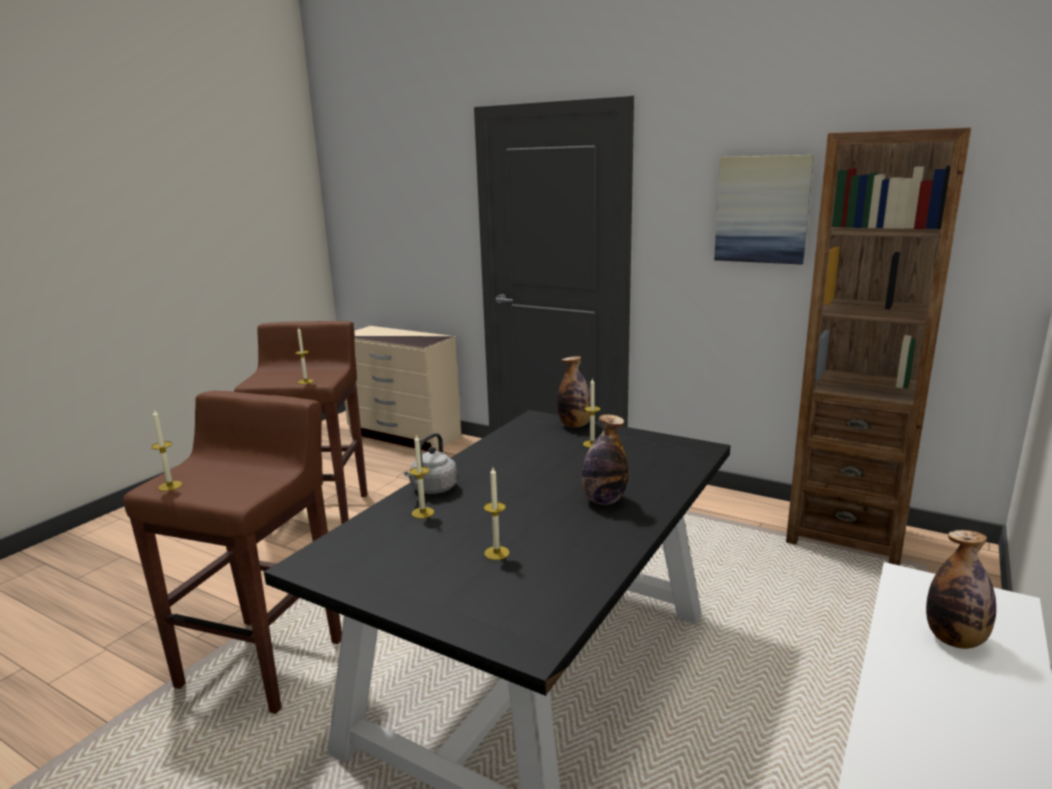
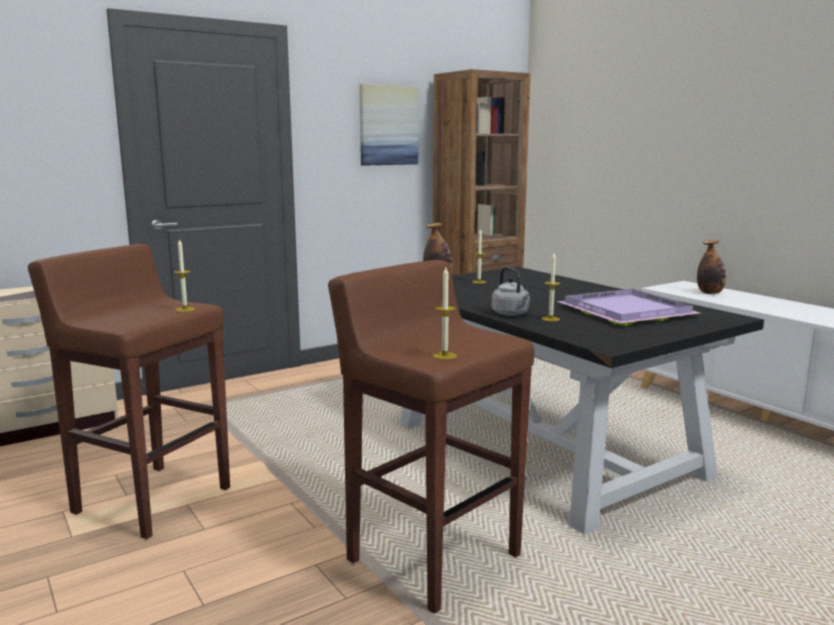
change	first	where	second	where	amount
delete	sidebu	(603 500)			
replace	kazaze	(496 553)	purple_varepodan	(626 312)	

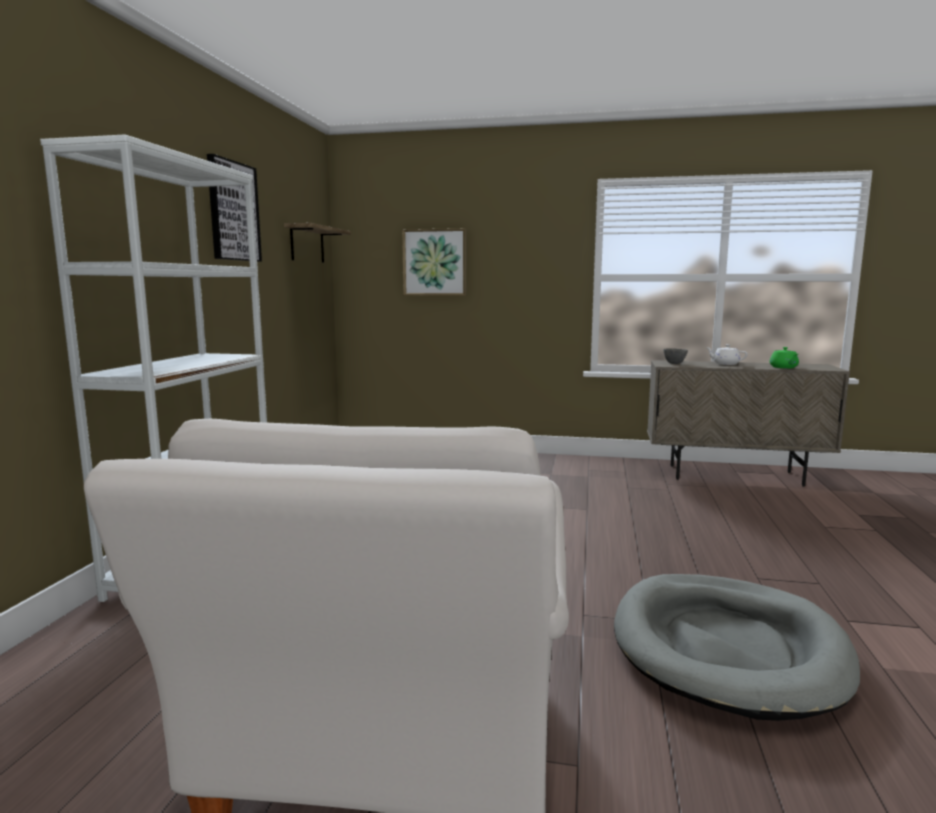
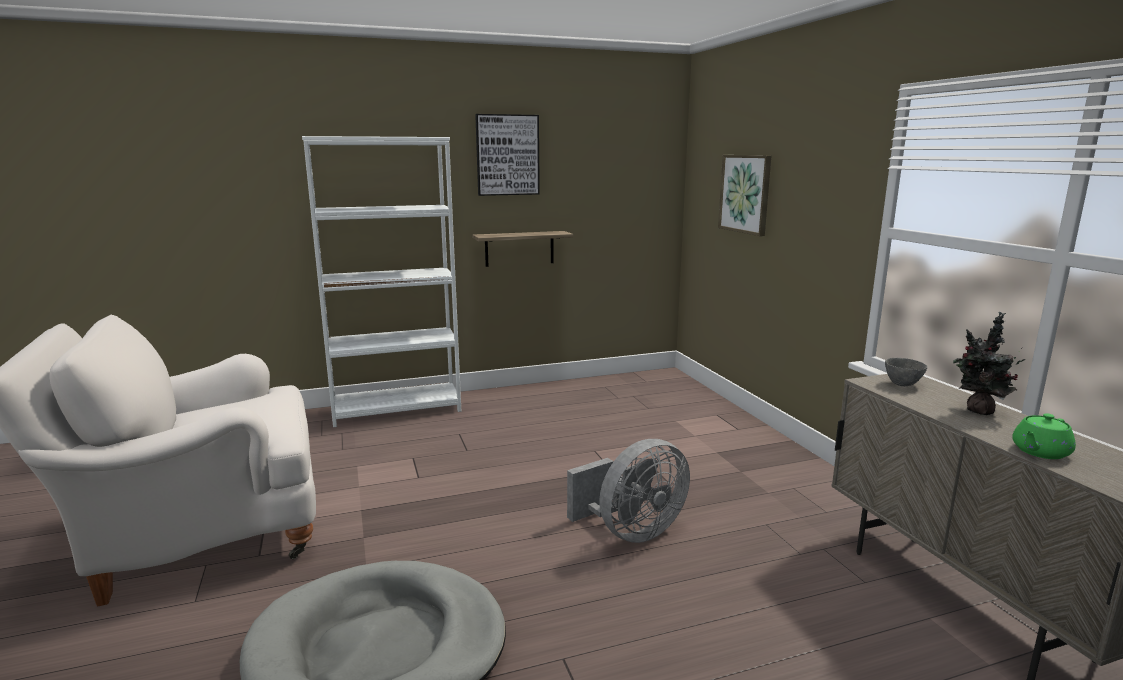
change	first	where	second	where	amount
move	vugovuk	(307 244)		(519 248)	
replace	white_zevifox	(725 364)	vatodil	(978 411)	
insert			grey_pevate	(632 532)	

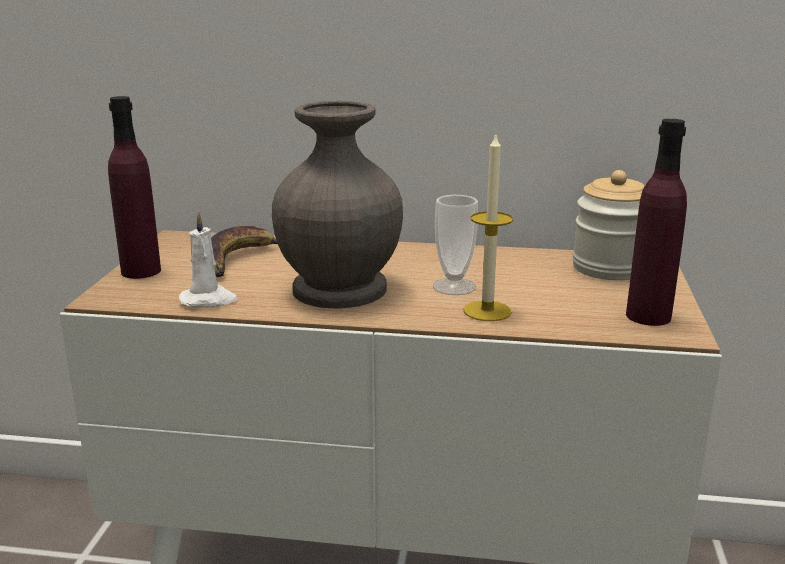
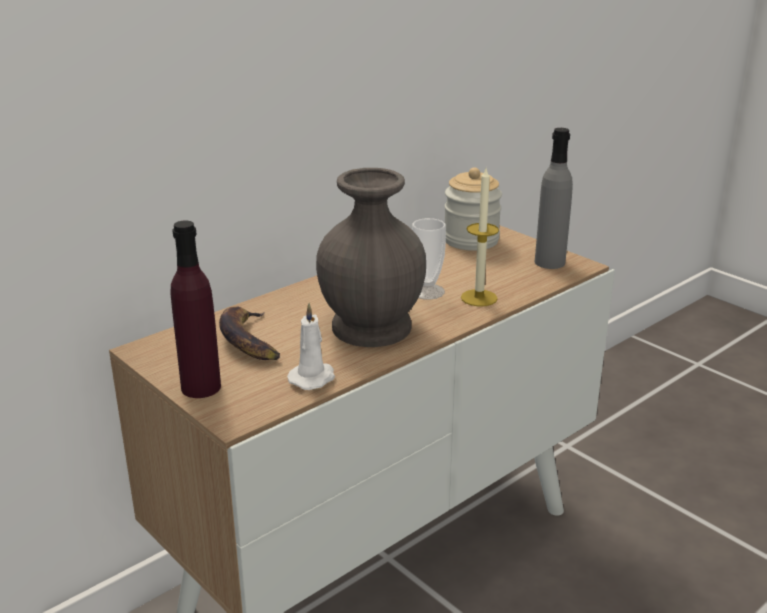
change	first	where	second	where	amount
recolor	purple_sidebu	(648 316)	grey_sidebu	(549 262)	

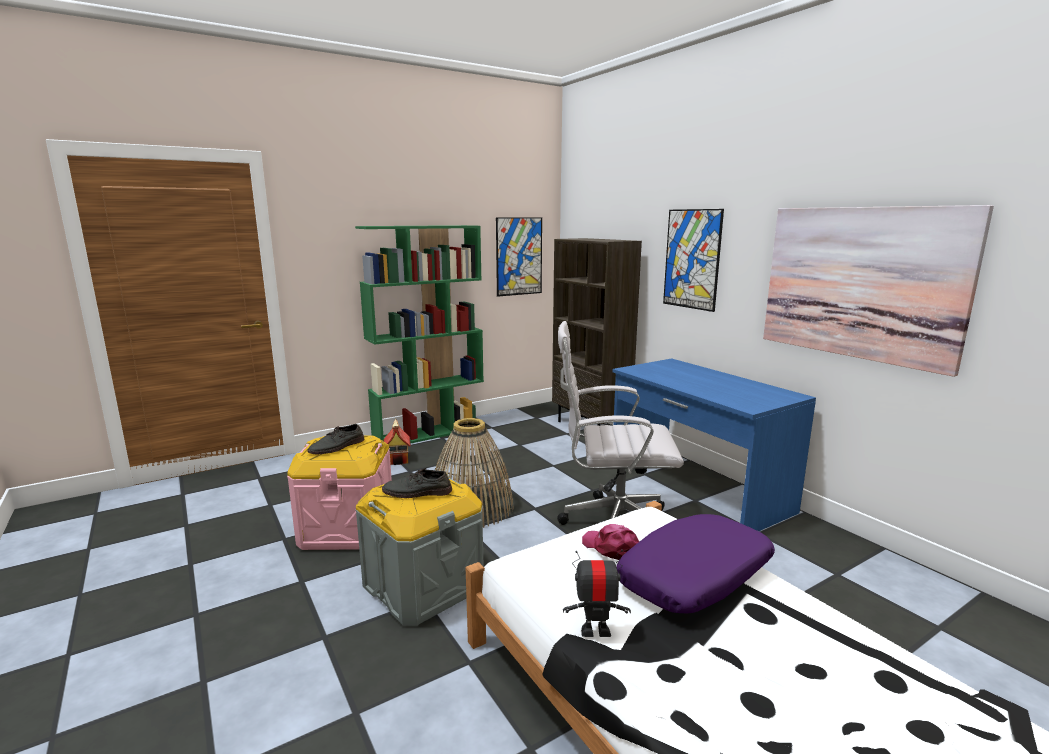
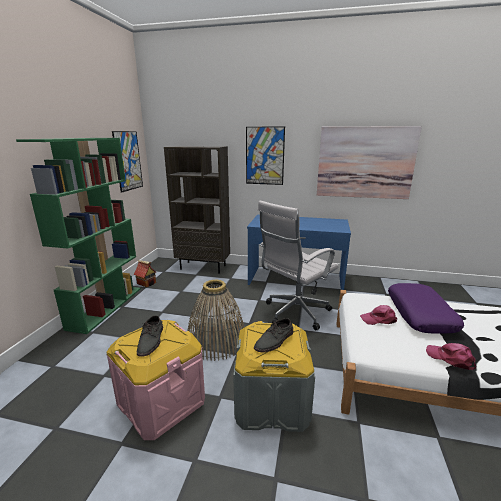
change	first	where	second	where	amount
move	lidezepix	(398 459)		(147 283)	
replace	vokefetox	(595 631)	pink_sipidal	(450 358)	

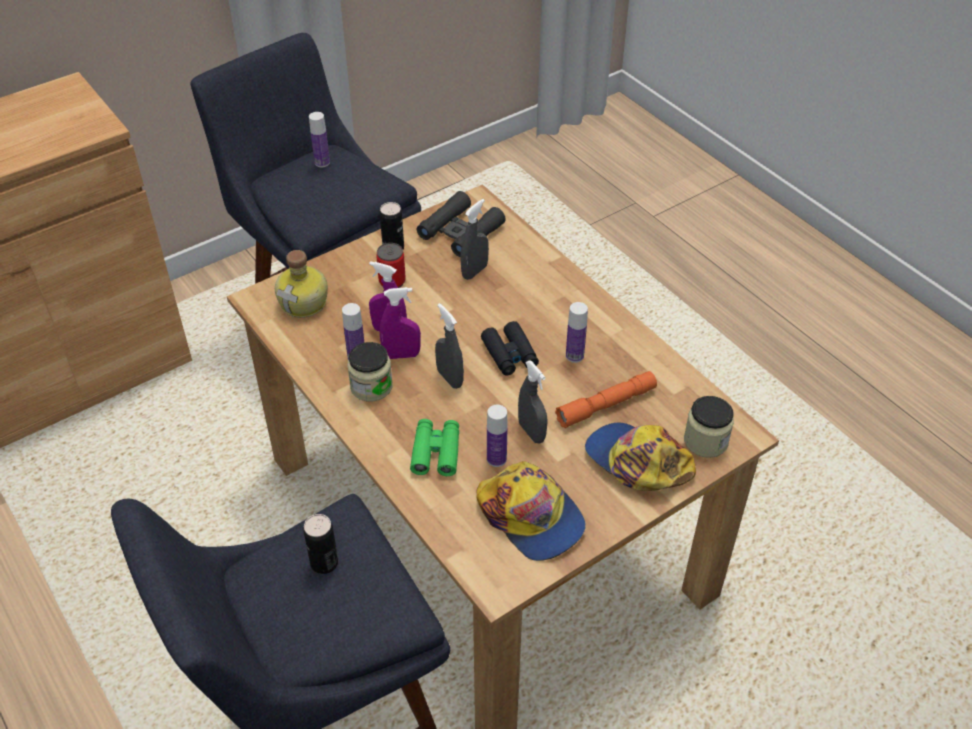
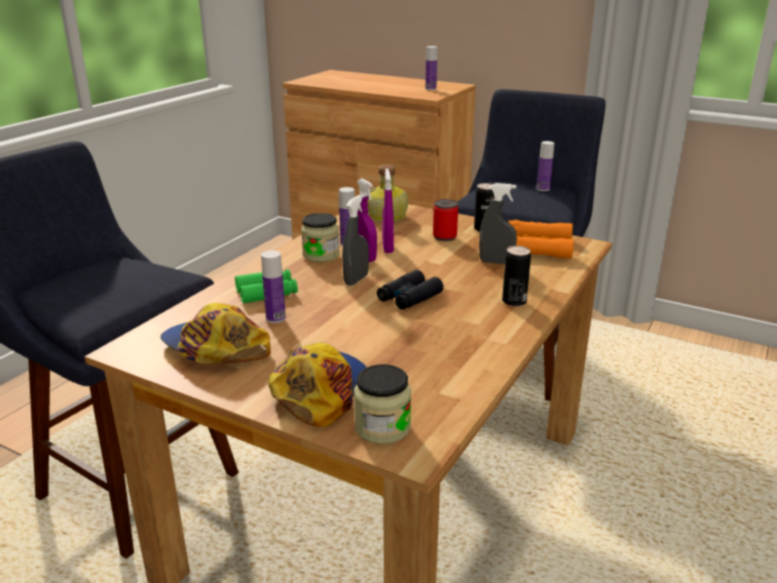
change	first	where	second	where	amount
recolor	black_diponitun	(460 231)	orange_diponitun	(538 247)	
move	sidebu	(574 356)		(430 89)	
delete	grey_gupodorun	(531 432)			
delete	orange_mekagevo	(606 405)			
rotate	sipidal	(531 517)		(214 348)	105 degrees clockwise
move	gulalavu	(324 563)		(514 301)	

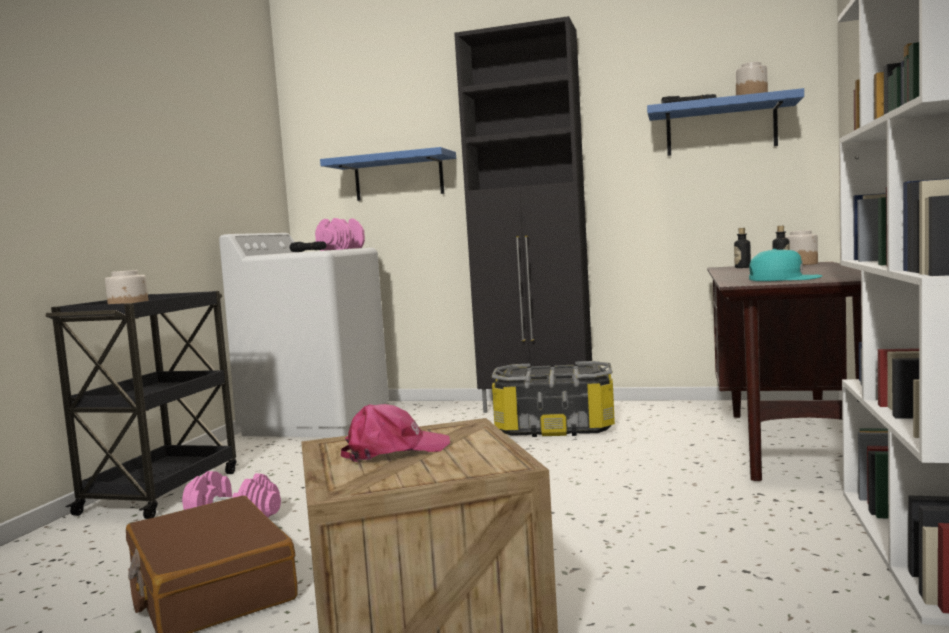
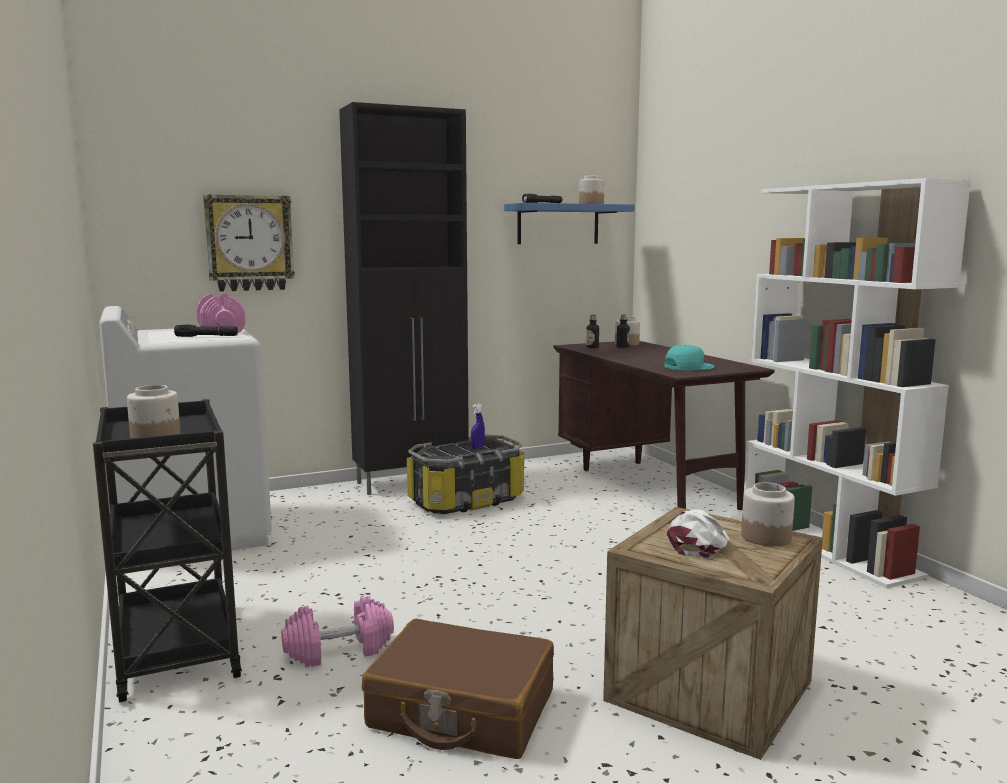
change	first	where	second	where	amount
replace	blue_vugovuk	(398 177)	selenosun	(249 243)	
recolor	pink_sipidal	(393 450)	white_sipidal	(699 544)	
insert			blue_gupodorun	(477 447)	
insert			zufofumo	(766 537)	

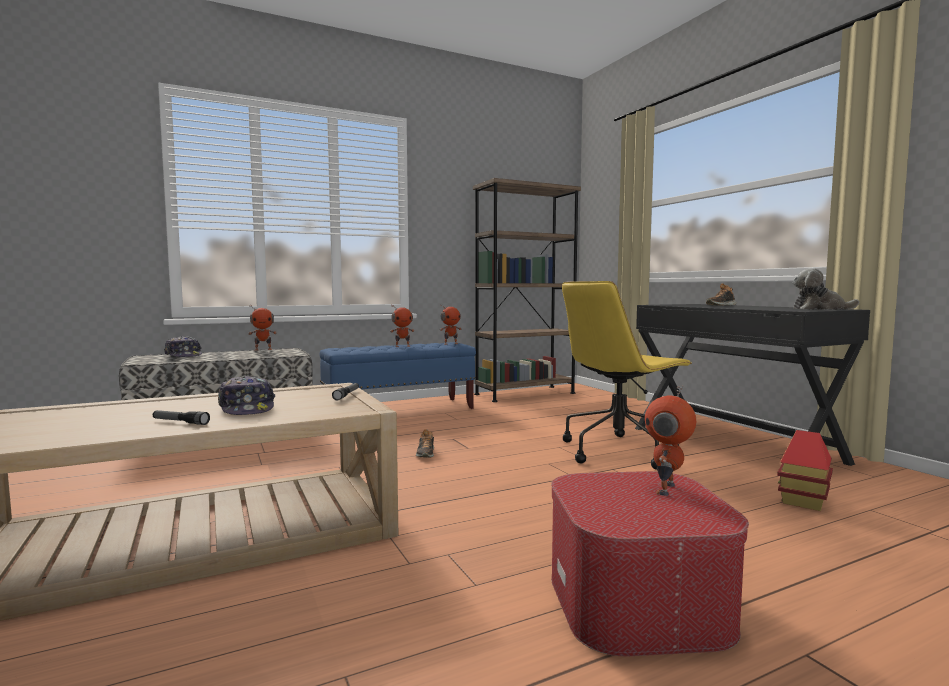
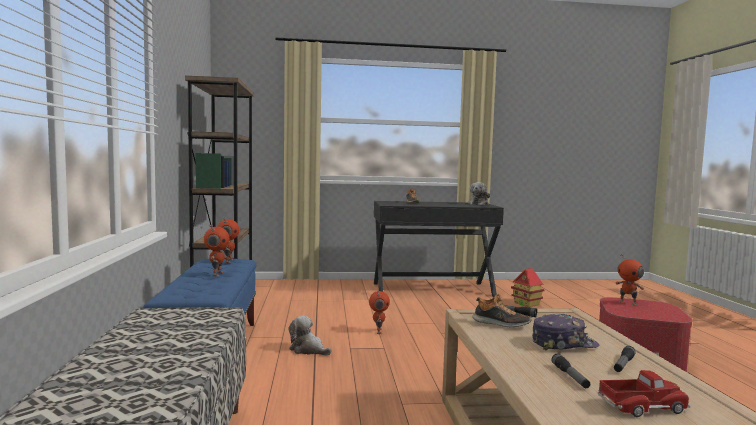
change	first	where	second	where	amount
delete	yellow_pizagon	(619 450)			
move	vokefetox	(263 349)		(378 331)	
delete	sipidal	(183 355)			
move	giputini	(425 453)		(500 323)	
insert			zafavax	(308 350)	
insert			mekagevo	(570 377)	
insert			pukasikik	(642 406)	

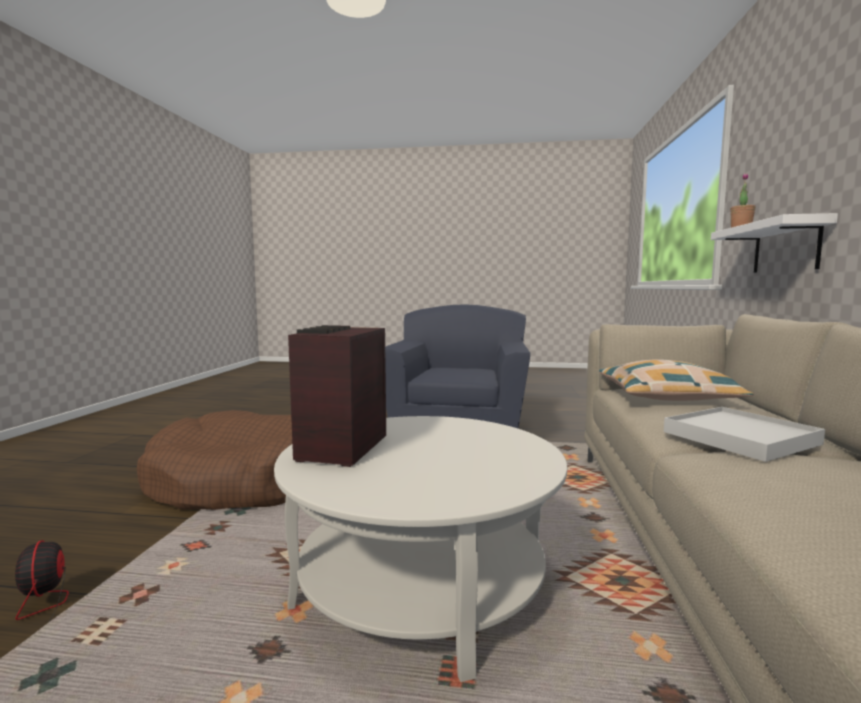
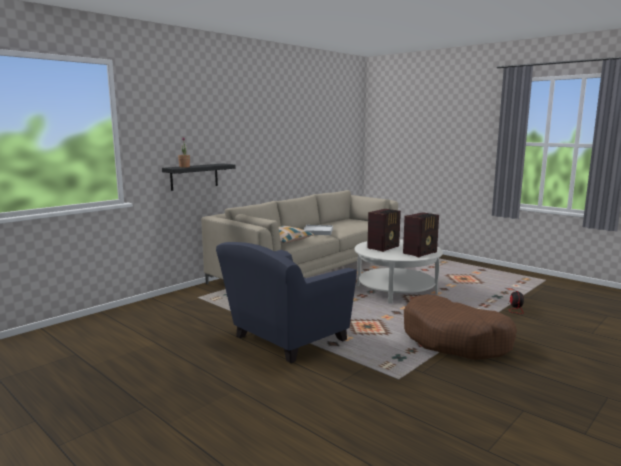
change	first	where	second	where	amount
recolor	white_vugovuk	(785 247)	black_vugovuk	(194 176)	
insert			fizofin	(384 247)	

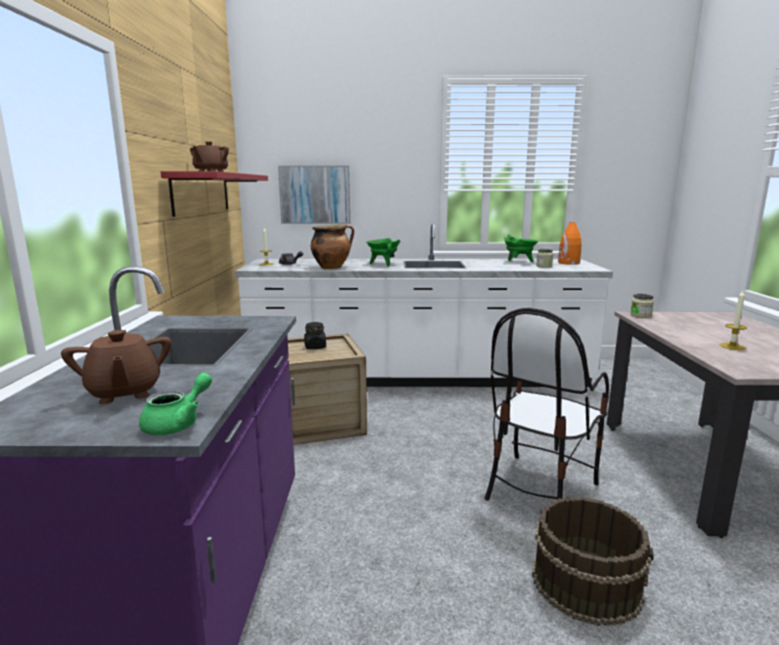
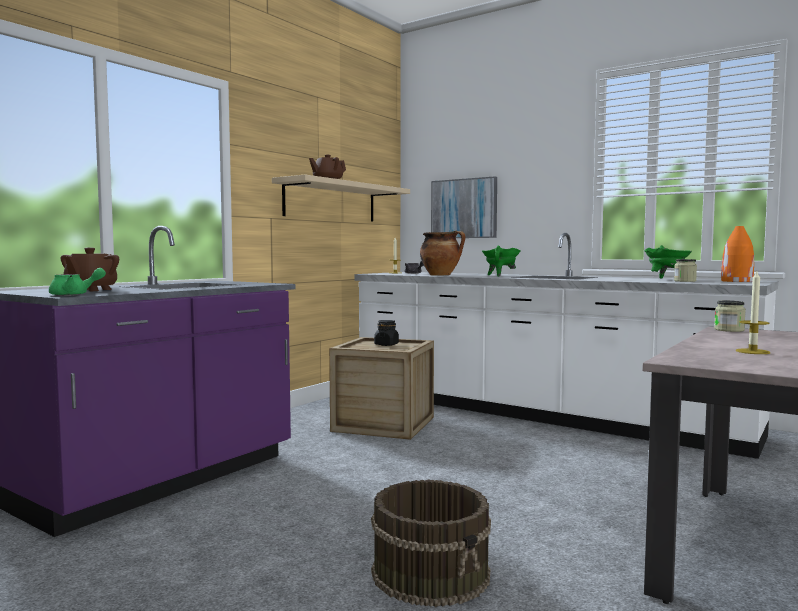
change	first	where	second	where	amount
recolor	red_vugovuk	(201 193)	beige_vugovuk	(331 202)	
delete	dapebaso	(538 488)			

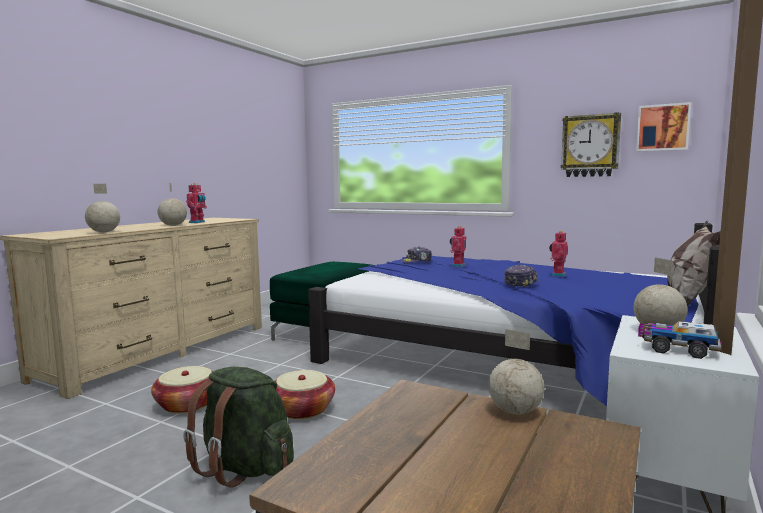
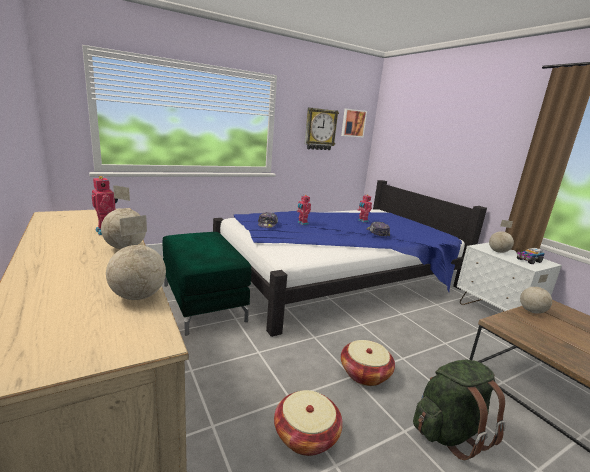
change	first	where	second	where	amount
delete	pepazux	(689 303)			

